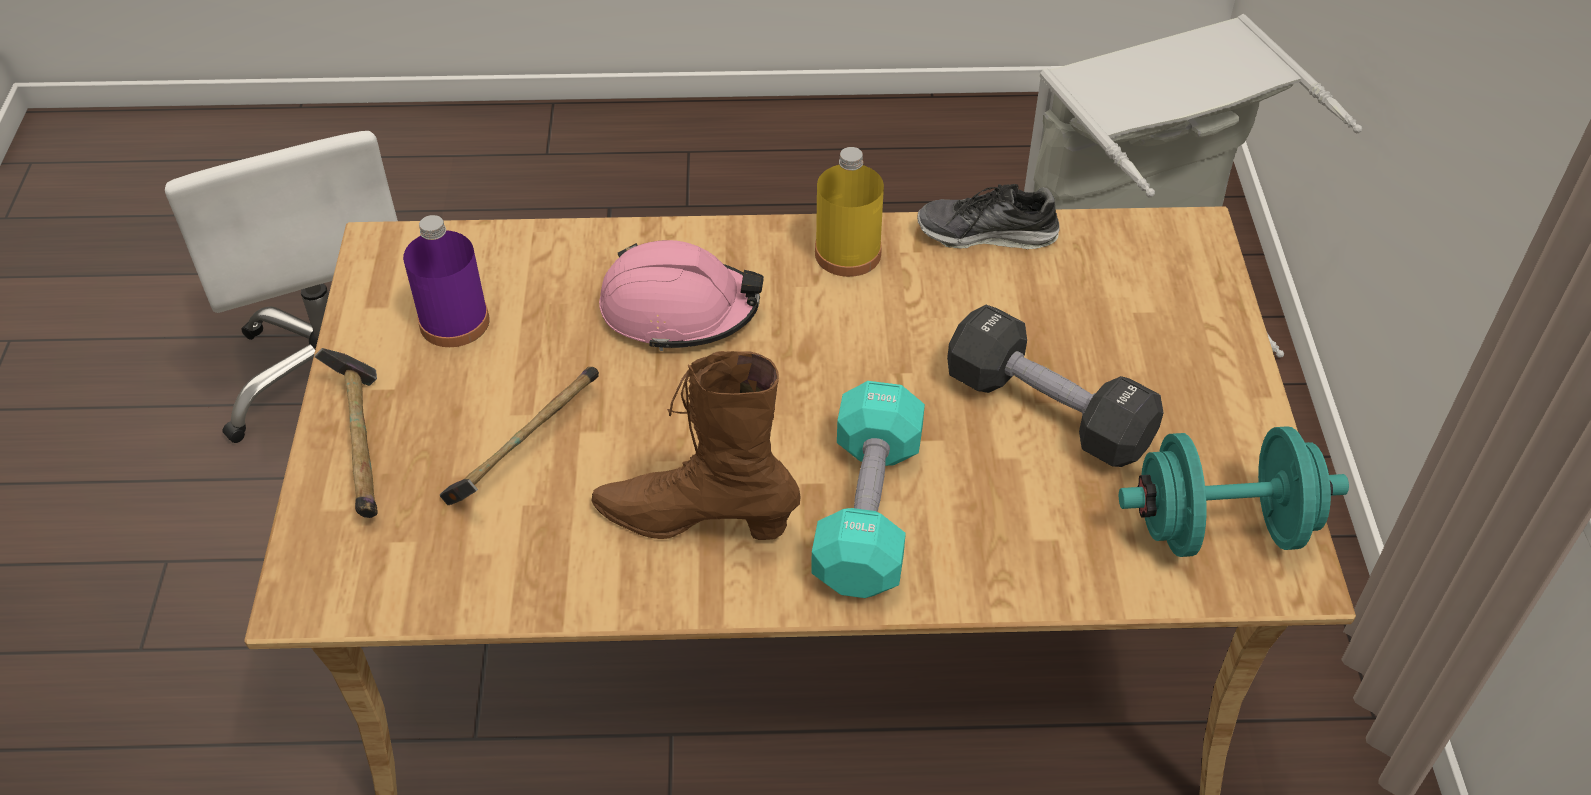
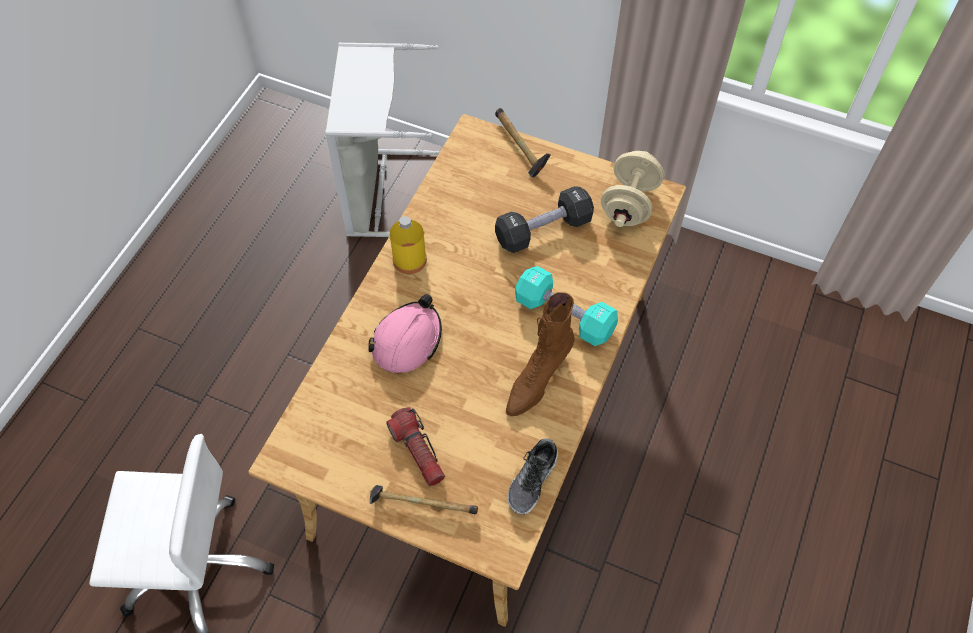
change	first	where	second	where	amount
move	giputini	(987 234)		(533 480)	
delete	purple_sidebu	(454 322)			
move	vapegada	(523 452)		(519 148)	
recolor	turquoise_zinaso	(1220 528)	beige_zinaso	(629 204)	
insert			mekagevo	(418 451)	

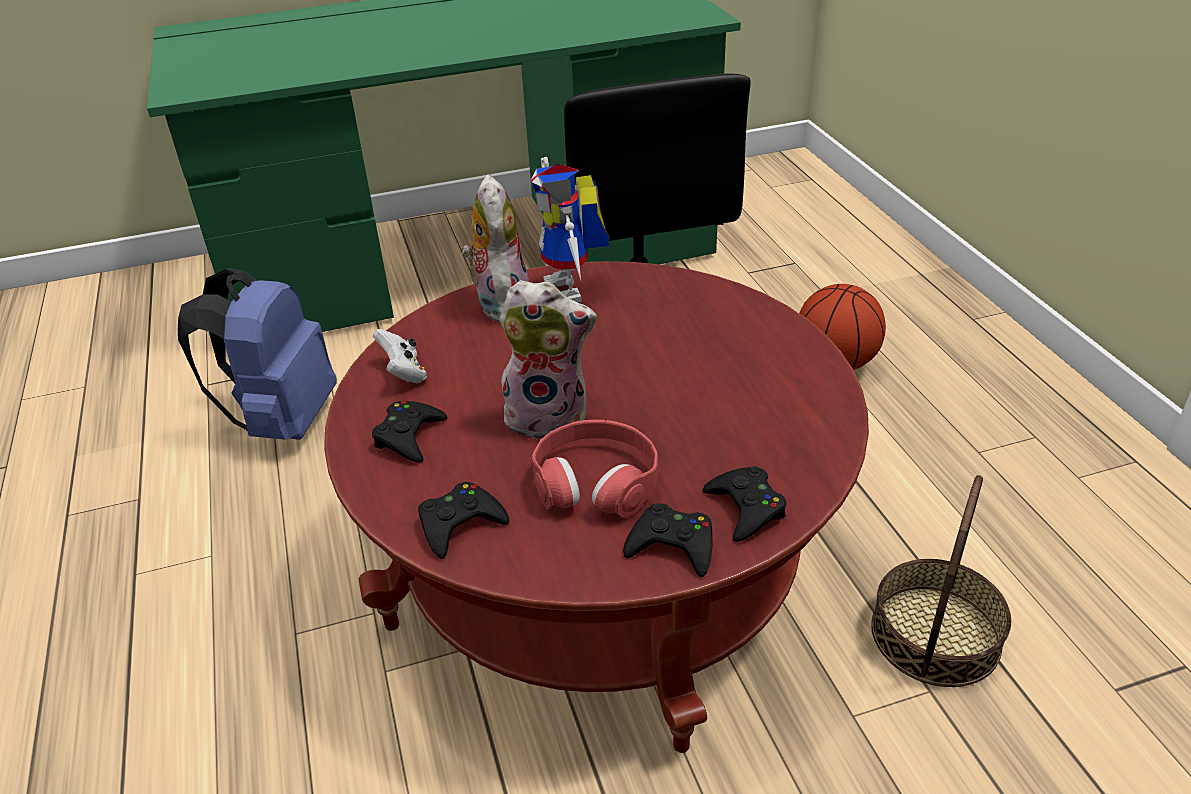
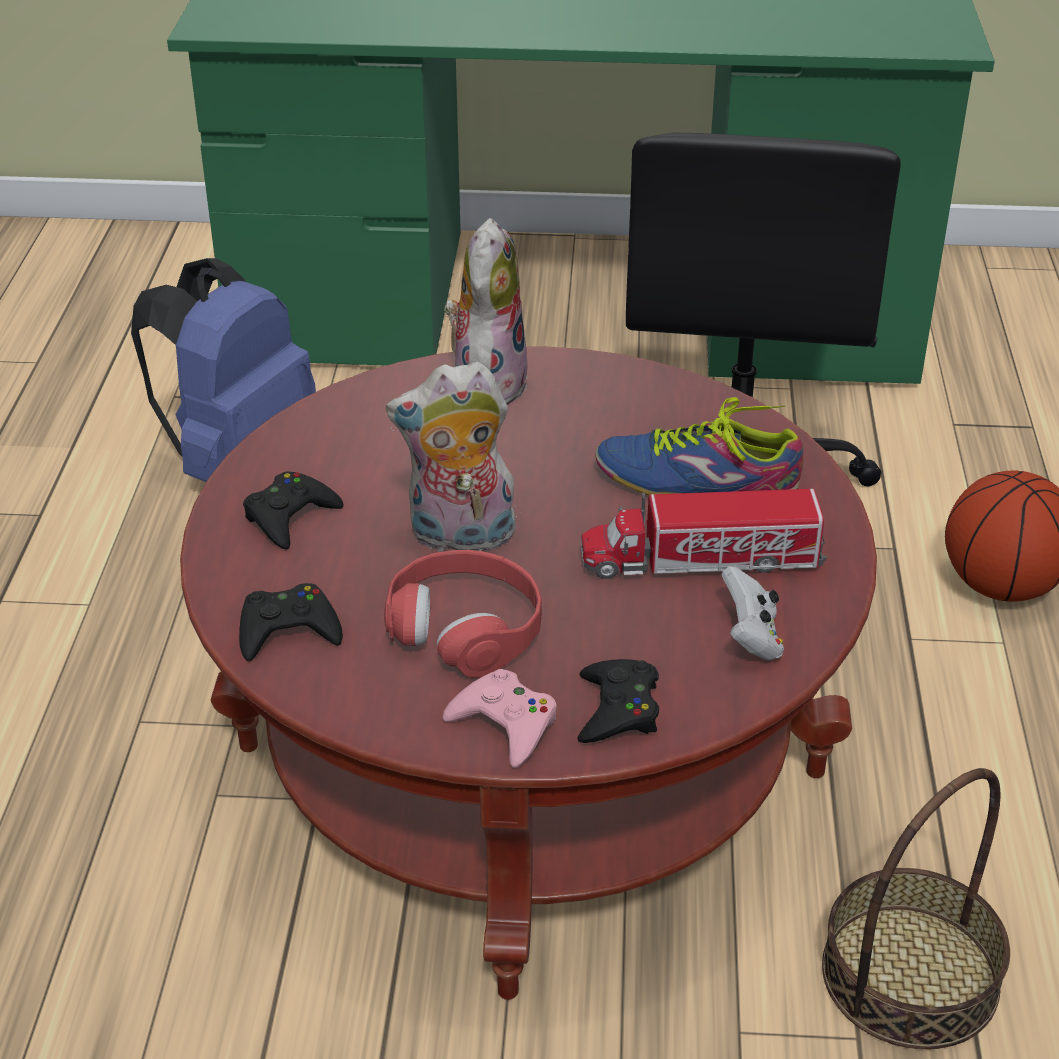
change	first	where	second	where	amount
delete	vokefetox	(573 291)			
rotate	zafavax	(549 416)		(460 538)	150 degrees clockwise
move	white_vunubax	(404 373)		(751 638)	
recolor	black_vunubax	(672 546)	pink_vunubax	(505 724)	
insert			giputini	(698 481)	
insert			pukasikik	(702 560)	

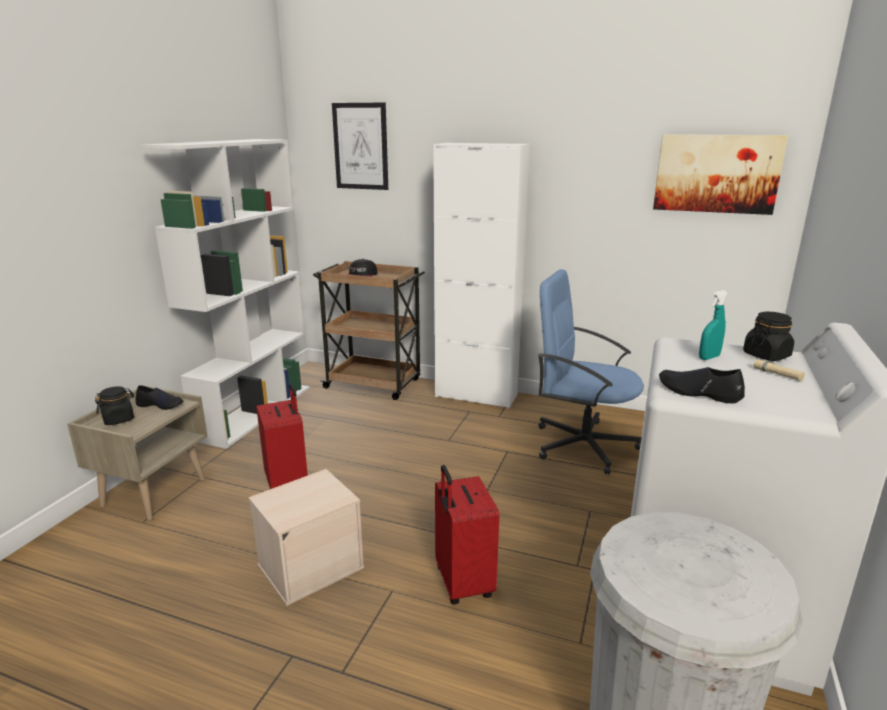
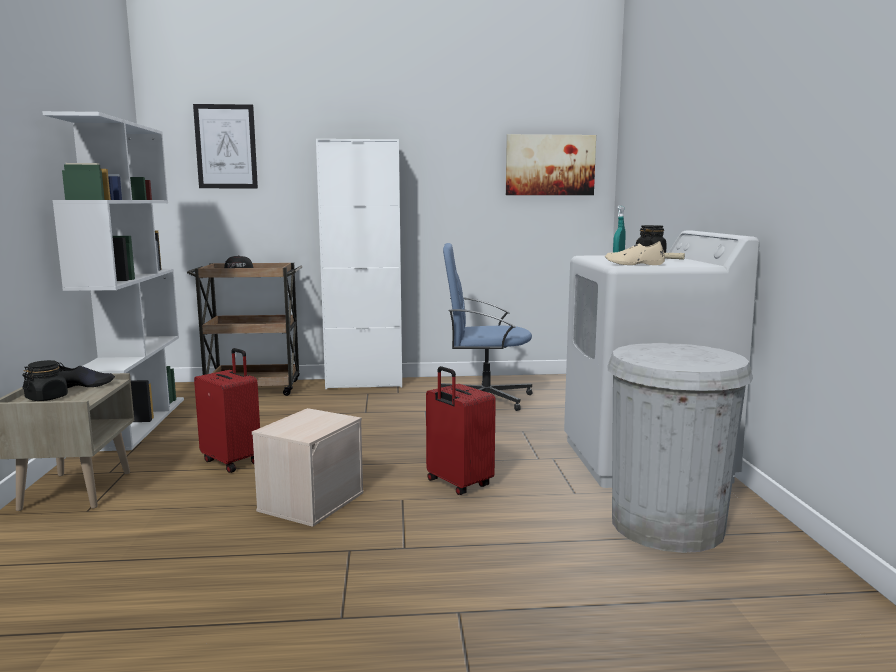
change	first	where	second	where	amount
recolor	black_giputini	(698 392)	beige_giputini	(634 264)	

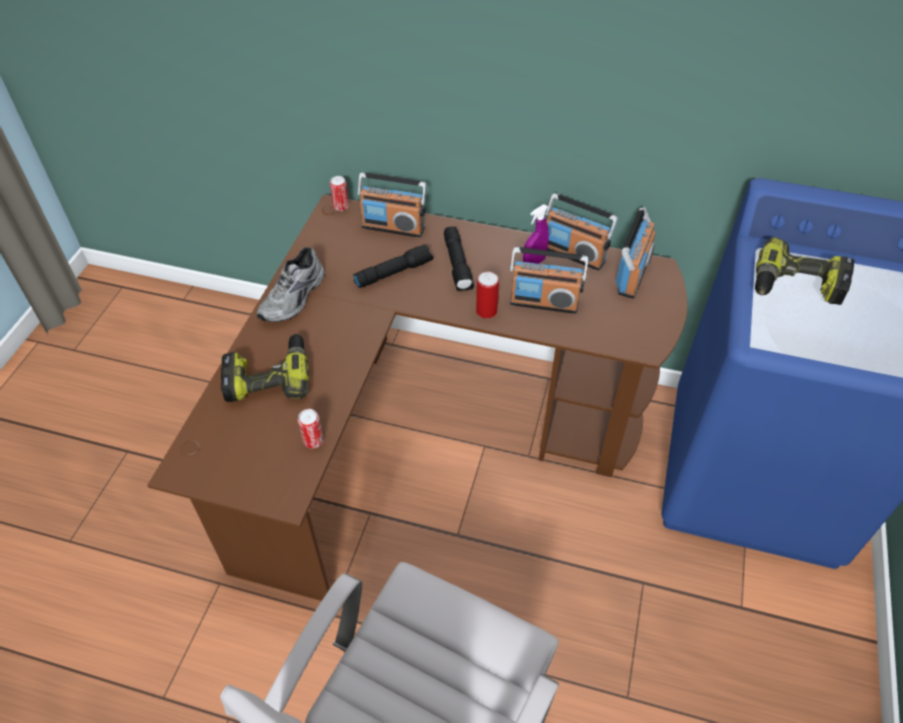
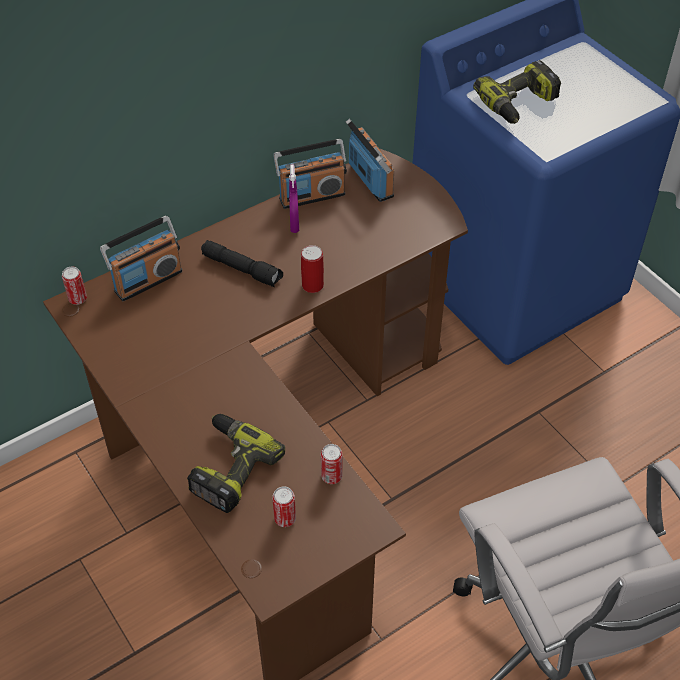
change	first	where	second	where	amount
delete	black_mekagevo	(394 272)			
delete	grey_giputini	(295 298)			
delete	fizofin	(544 302)			
insert			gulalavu	(285 519)	

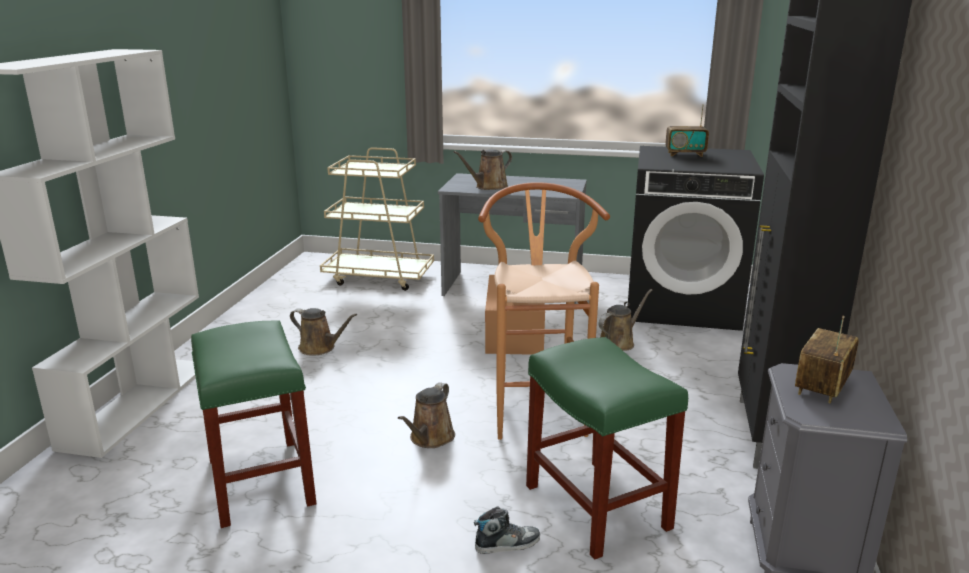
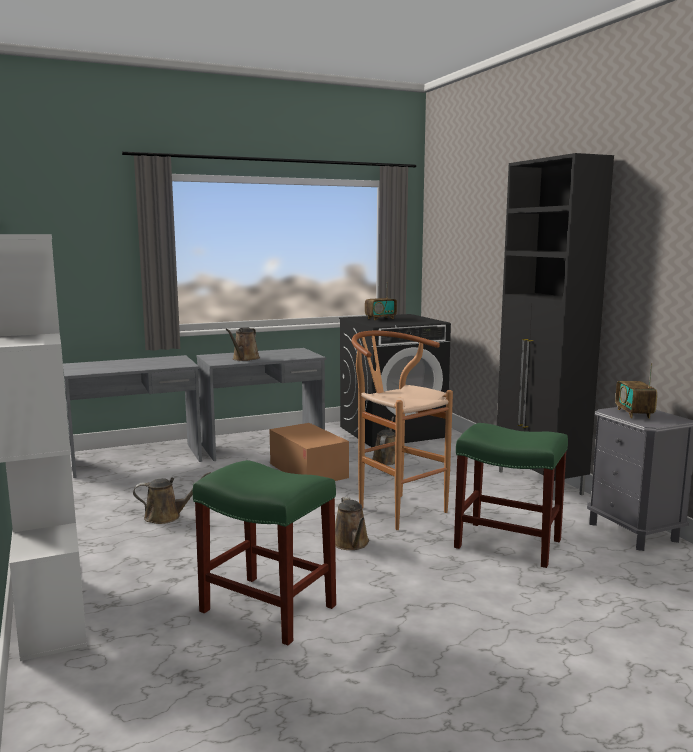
change	first	where	second	where	amount
replace	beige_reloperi	(379 277)	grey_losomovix	(136 460)	
delete	giputini	(507 543)			

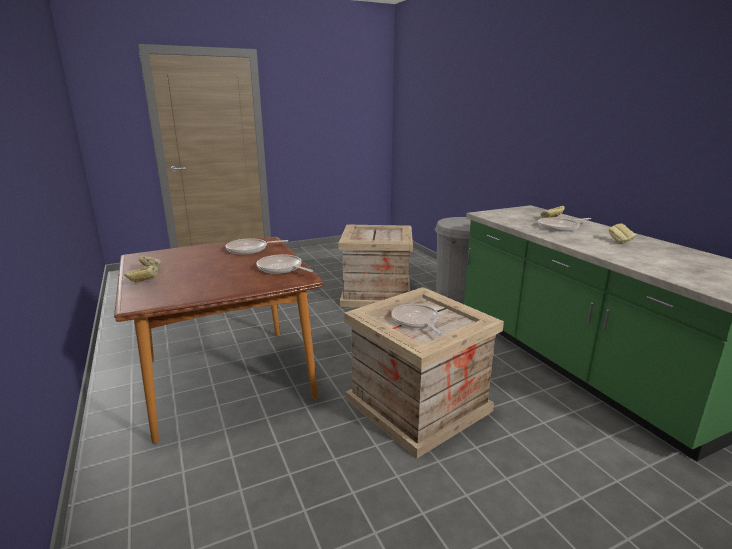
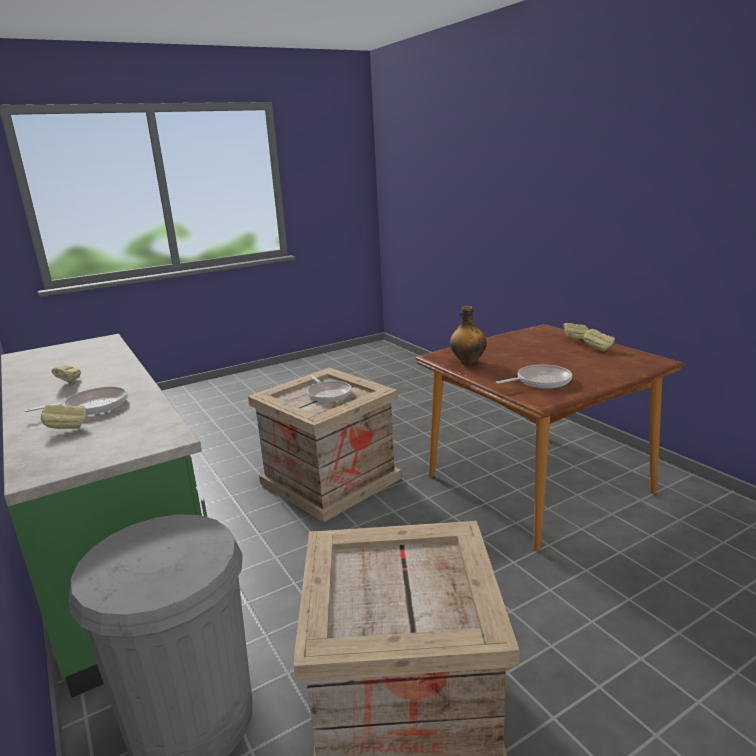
change	first	where	second	where	amount
replace	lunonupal	(281 268)	sidebu	(468 362)	

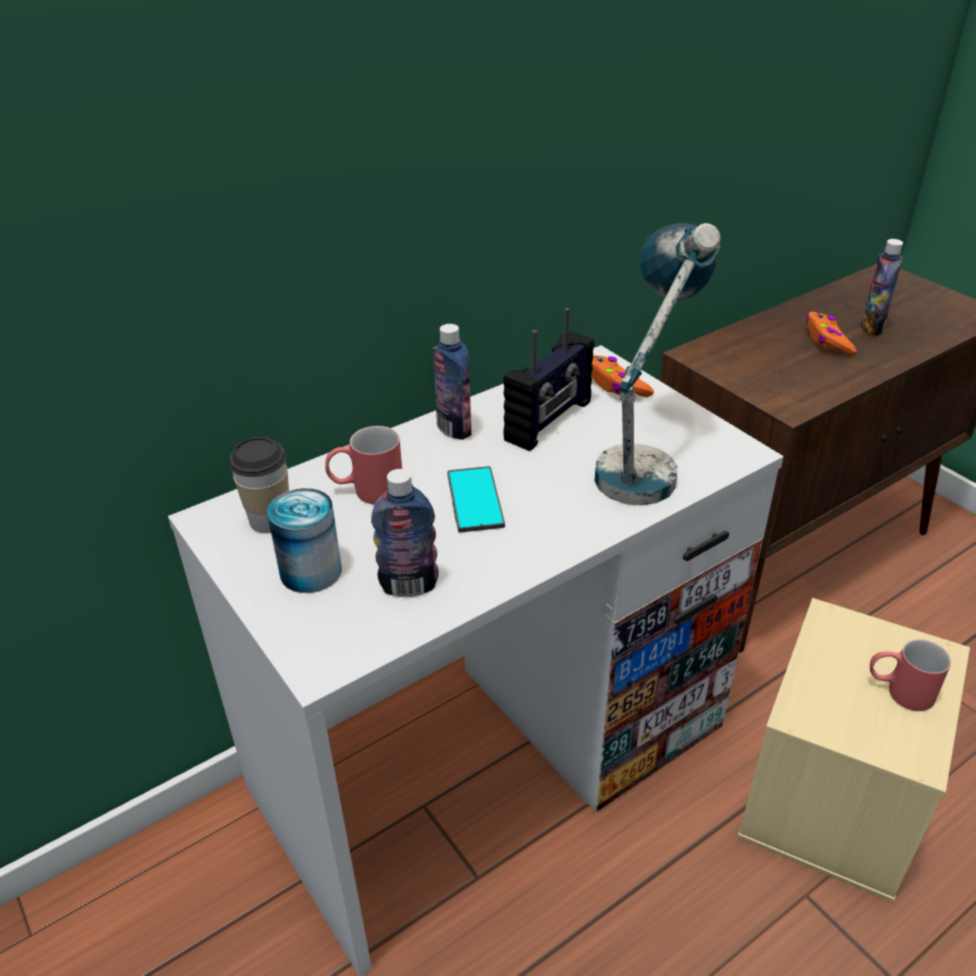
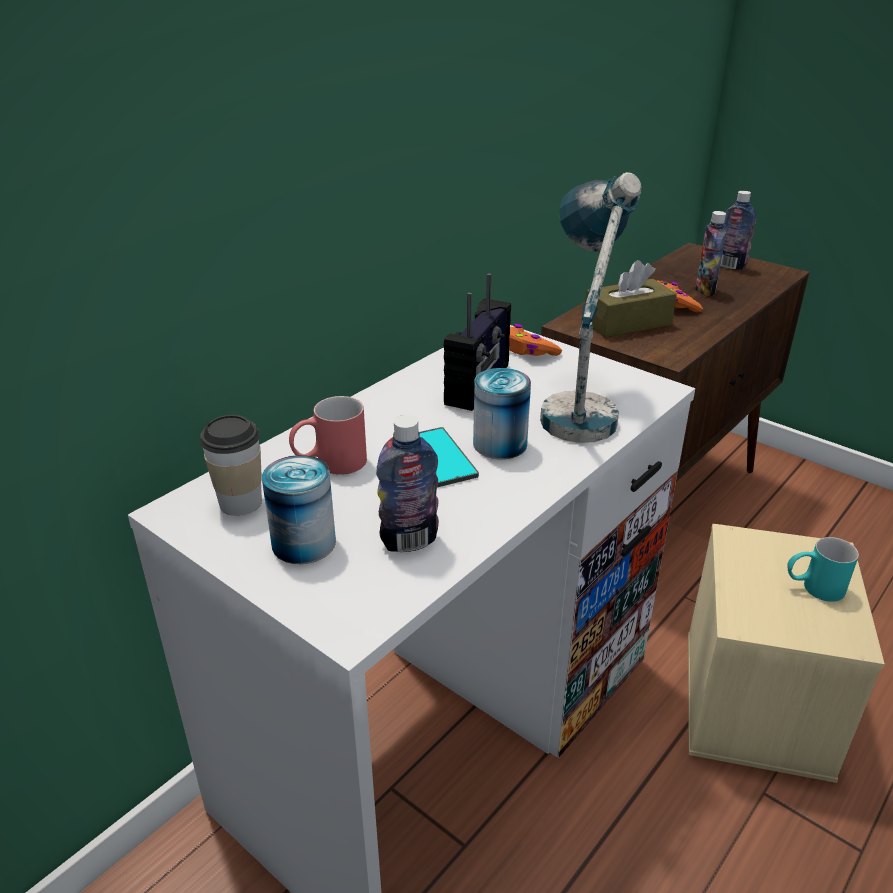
change	first	where	second	where	amount
move	sidebu	(454 429)		(730 266)	
recolor	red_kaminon	(898 691)	turquoise_kaminon	(813 587)	
insert			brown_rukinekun	(627 323)	
insert			gulalavu	(500 444)	

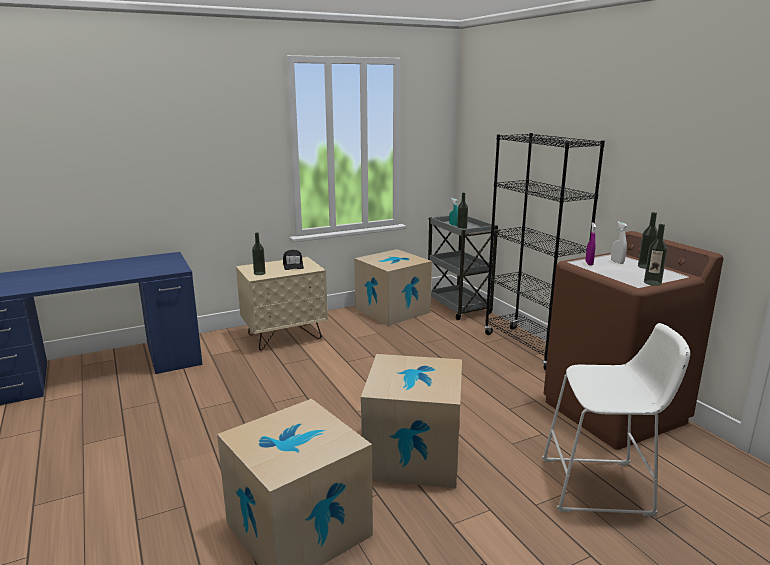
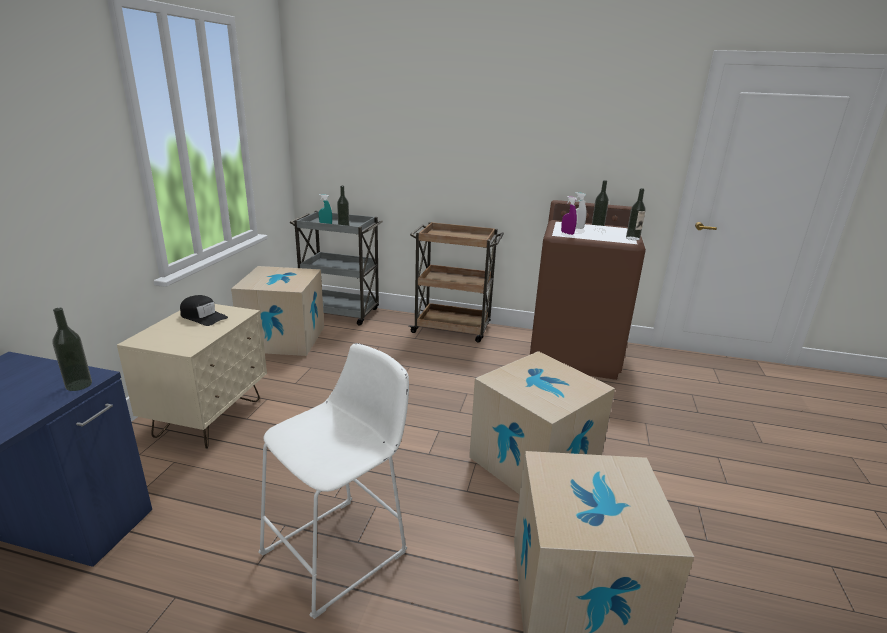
change	first	where	second	where	amount
replace	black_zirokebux	(529 348)	brown_reloperi	(453 328)	
move	sidebu	(259 273)		(79 385)	
move	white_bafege	(602 487)		(341 549)	

